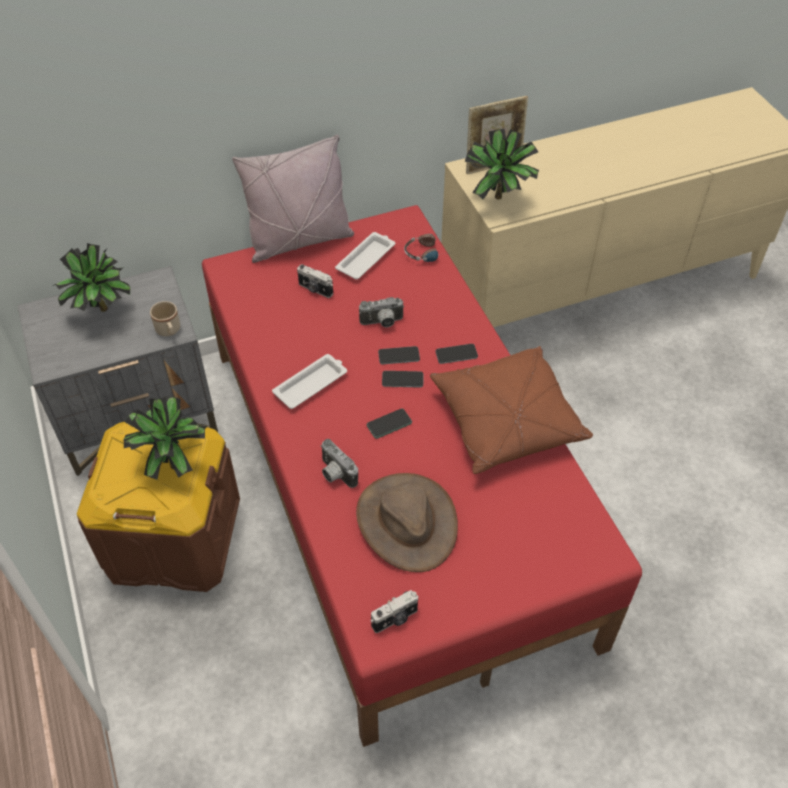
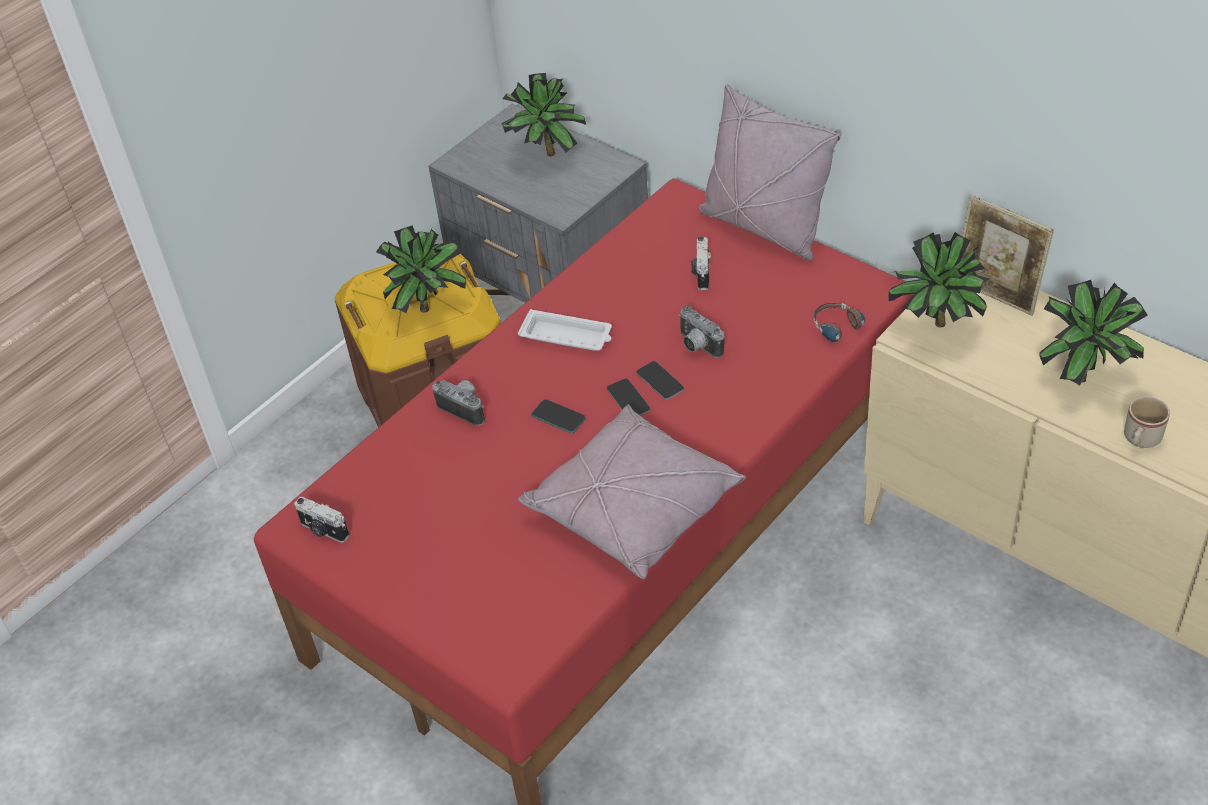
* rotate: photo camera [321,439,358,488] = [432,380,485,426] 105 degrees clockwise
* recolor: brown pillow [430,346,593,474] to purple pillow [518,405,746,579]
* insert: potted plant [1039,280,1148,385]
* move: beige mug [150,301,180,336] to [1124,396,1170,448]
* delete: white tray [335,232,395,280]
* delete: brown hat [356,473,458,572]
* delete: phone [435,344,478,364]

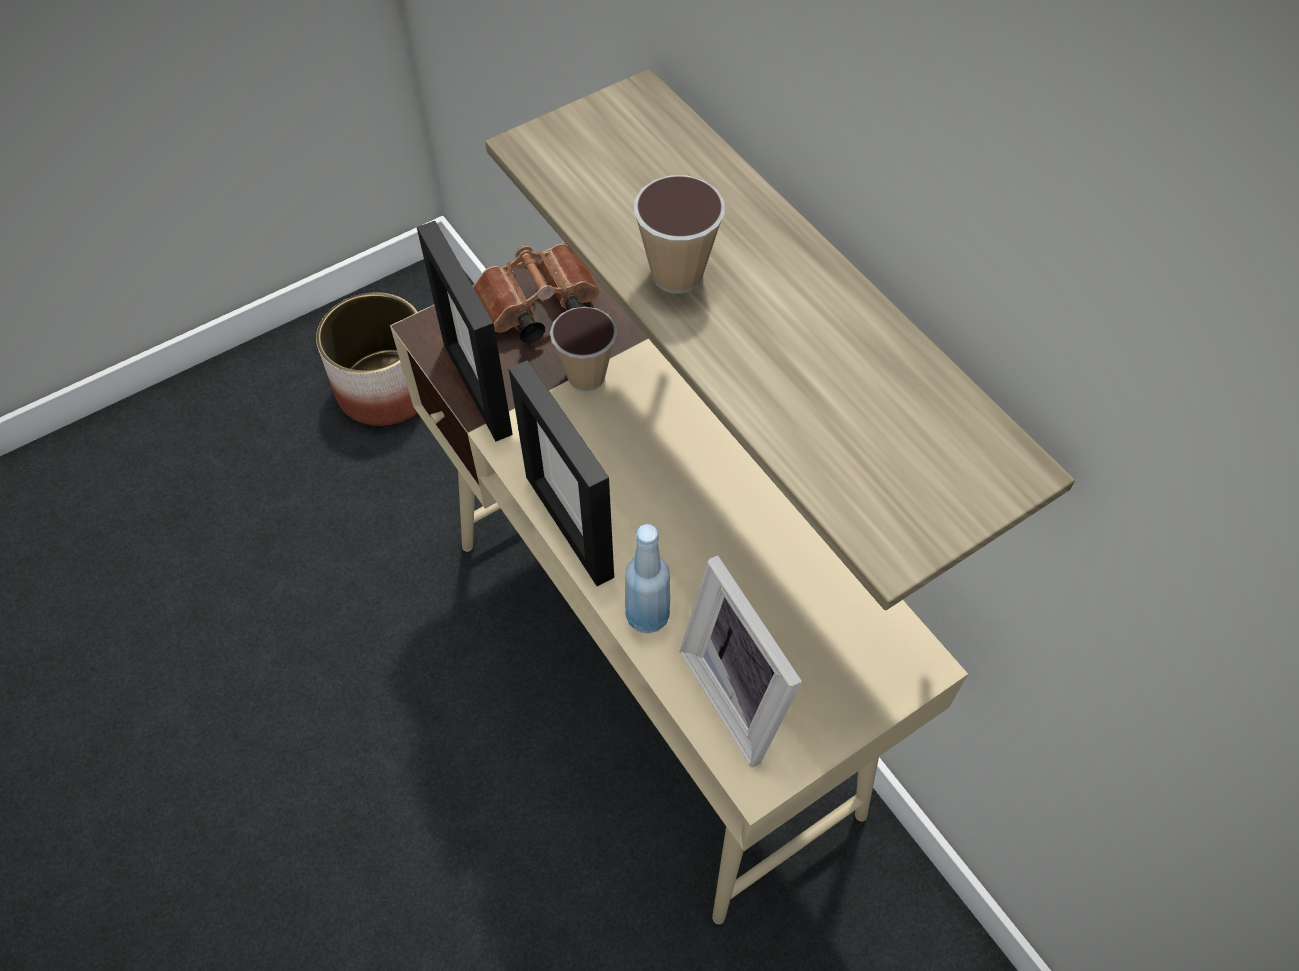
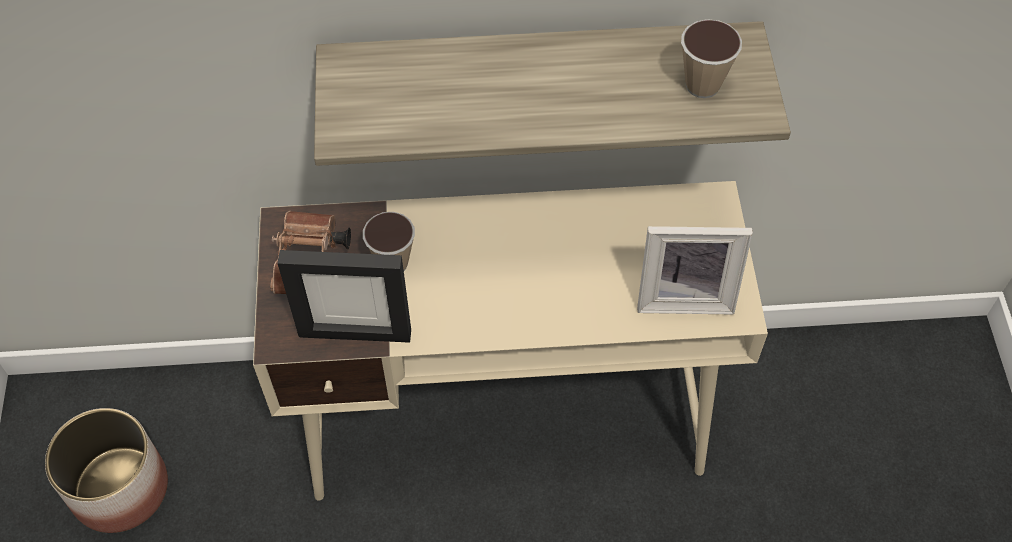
* move: cup [634,175,725,294] to [681,19,742,98]
* delete: picture frame [509,360,614,586]
* delete: blue bottle [625,524,670,634]

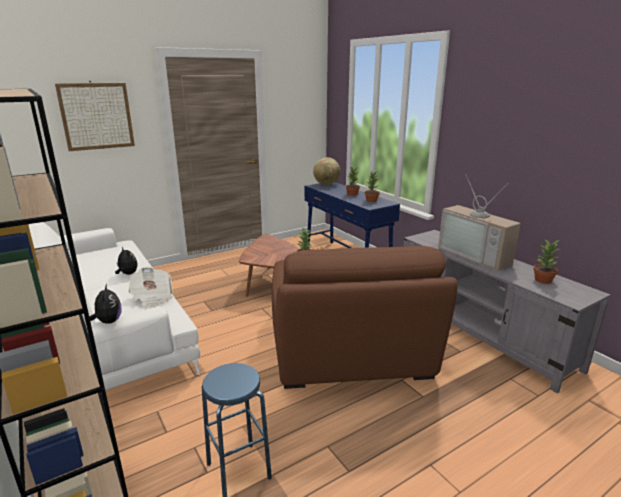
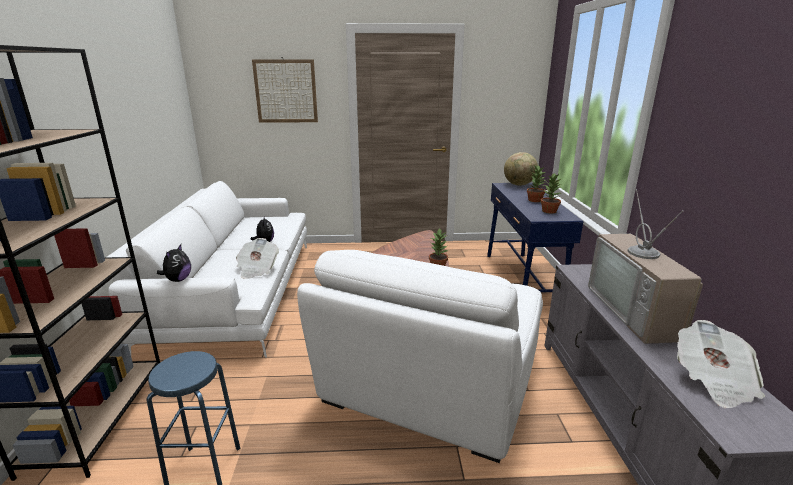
* recolor: brown armchair [272,246,458,389] to white armchair [297,250,543,463]
* replace: potted plant [533,240,559,284] to newspaper [677,320,765,408]

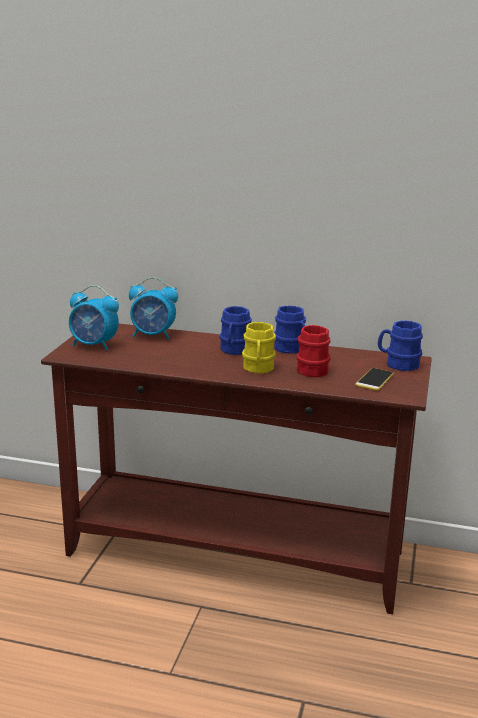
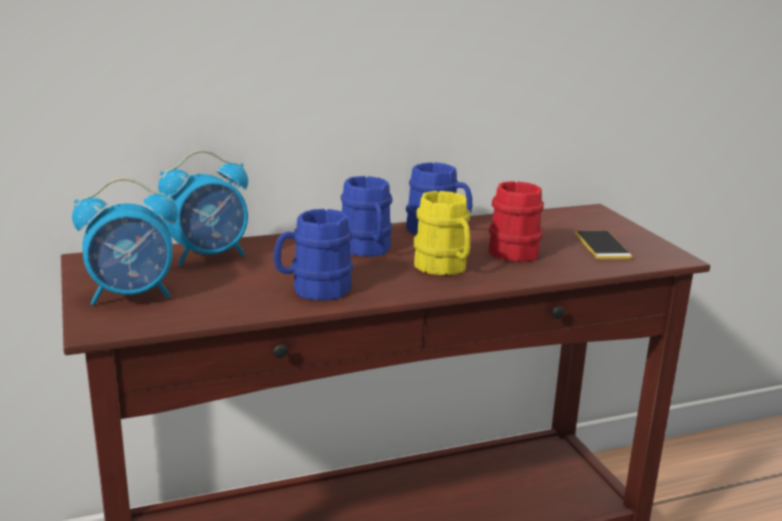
* move: blue mug [378,320,423,371] to [273,209,353,301]

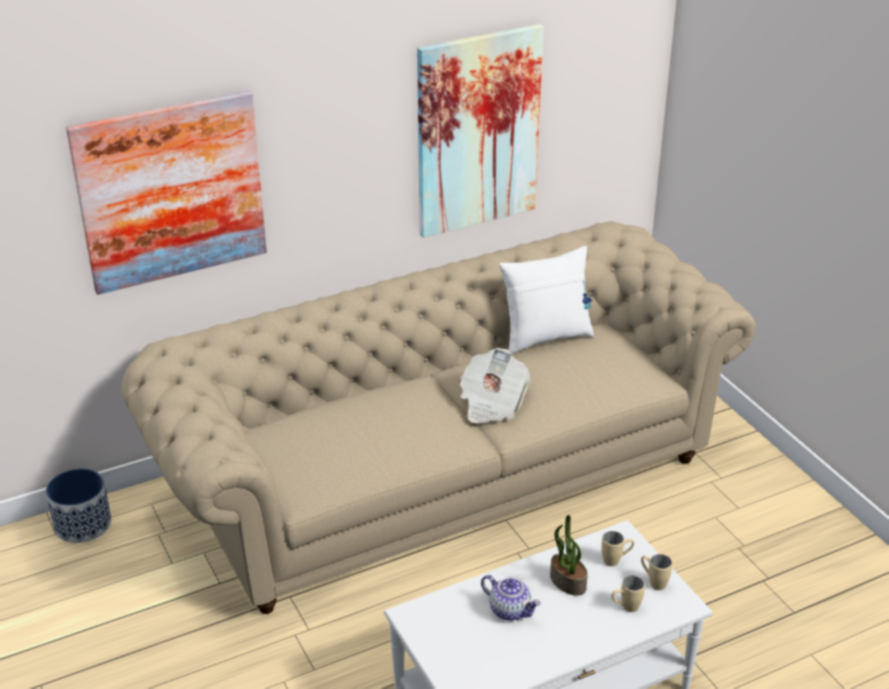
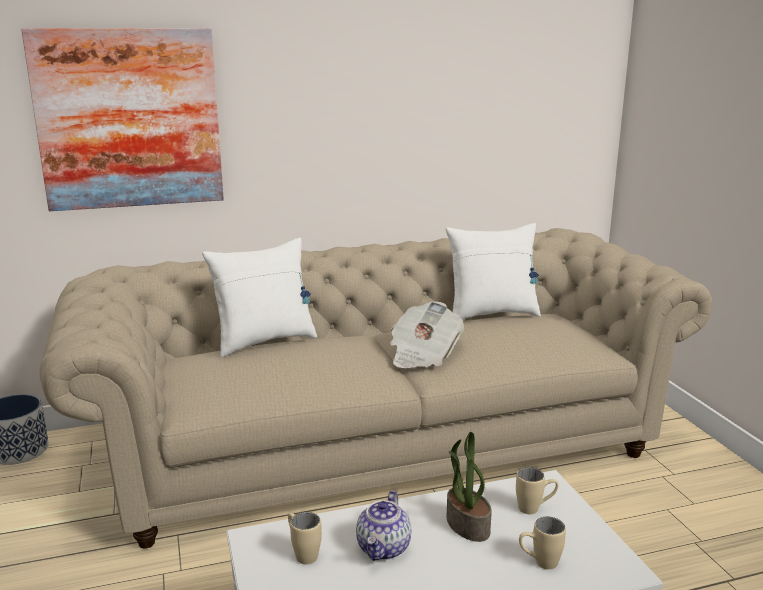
* insert: white pillow [202,238,317,357]
* move: beige mug [641,554,672,590] to [288,512,322,564]
* rotate: teapot [481,575,541,621] = [356,491,411,561] 60 degrees clockwise
* delete: picture [417,24,544,238]

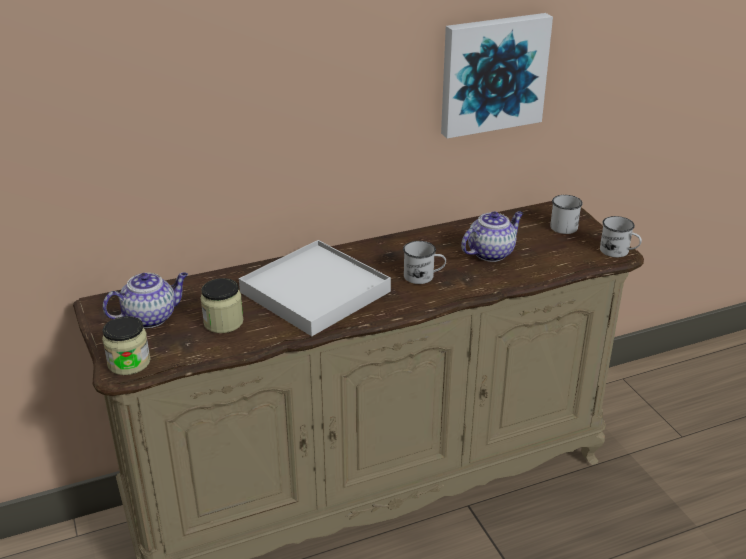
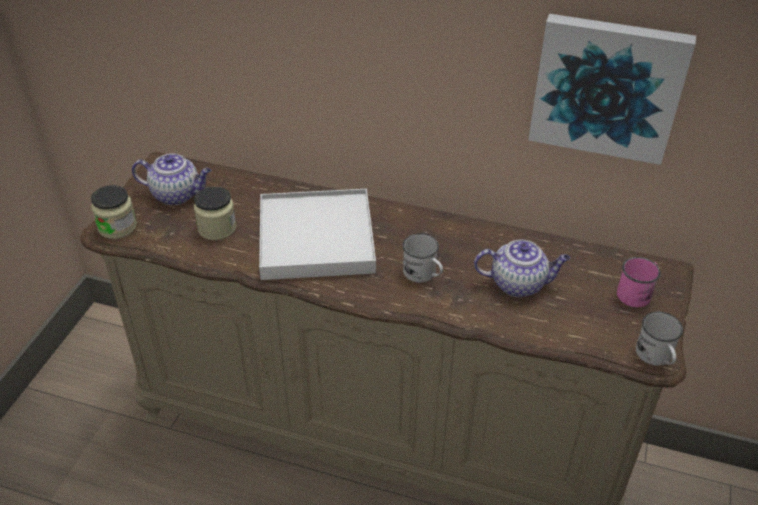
* recolor: white mug [550,195,583,234] to pink mug [617,257,661,307]

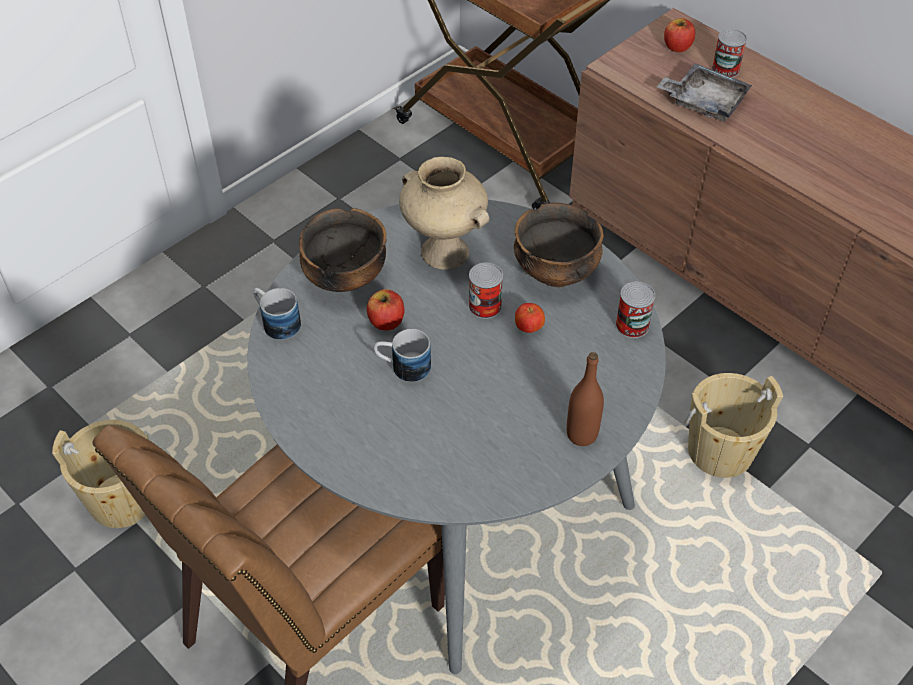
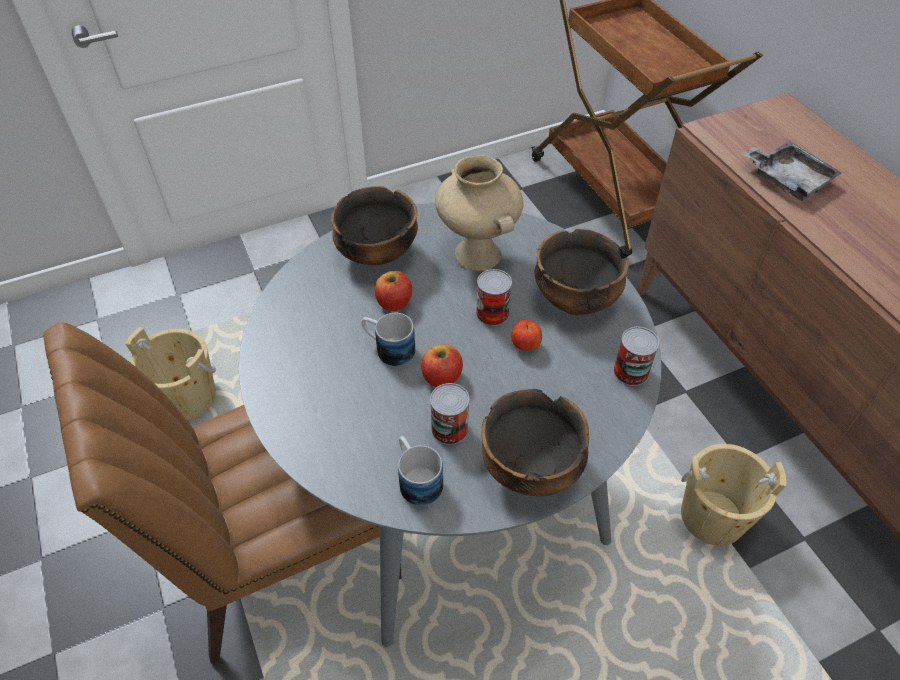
* move: mug [253,288,301,340] to [398,436,443,506]
* move: apple [664,18,695,52] to [421,344,463,387]
* move: can [712,29,747,78] to [430,383,470,445]
* replace: brown bottle [567,352,604,446] to bowl [482,389,589,496]

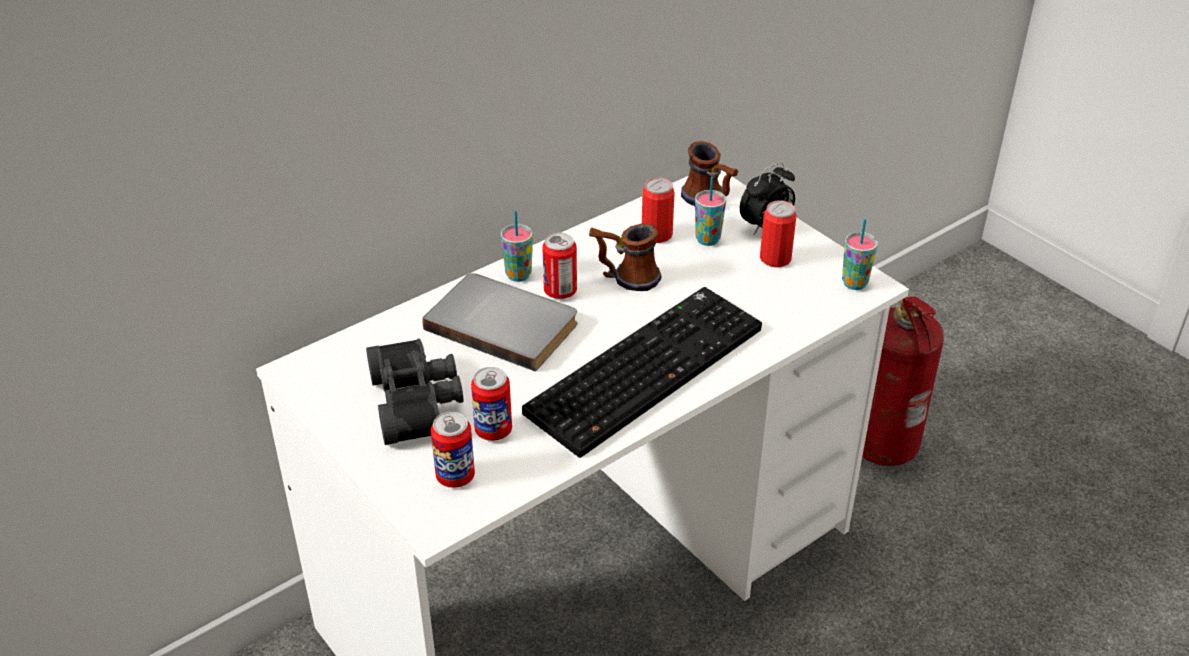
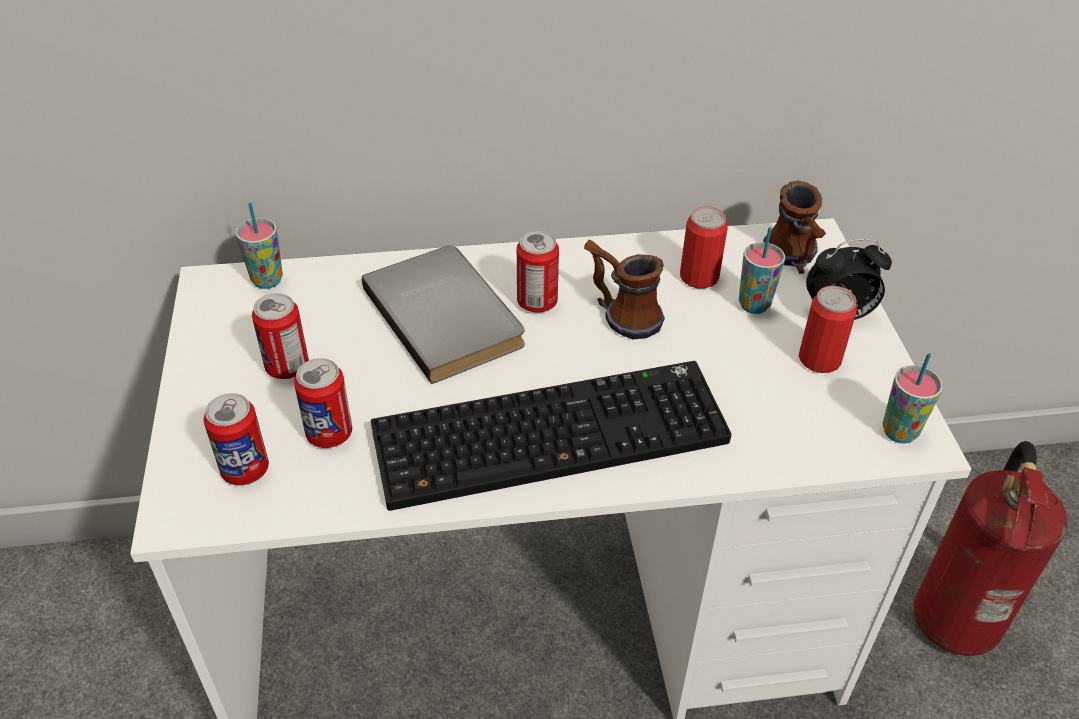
* move: cup [500,211,533,282] to [236,202,283,289]
* replace: black binoculars [366,339,463,445] to can [252,293,309,379]

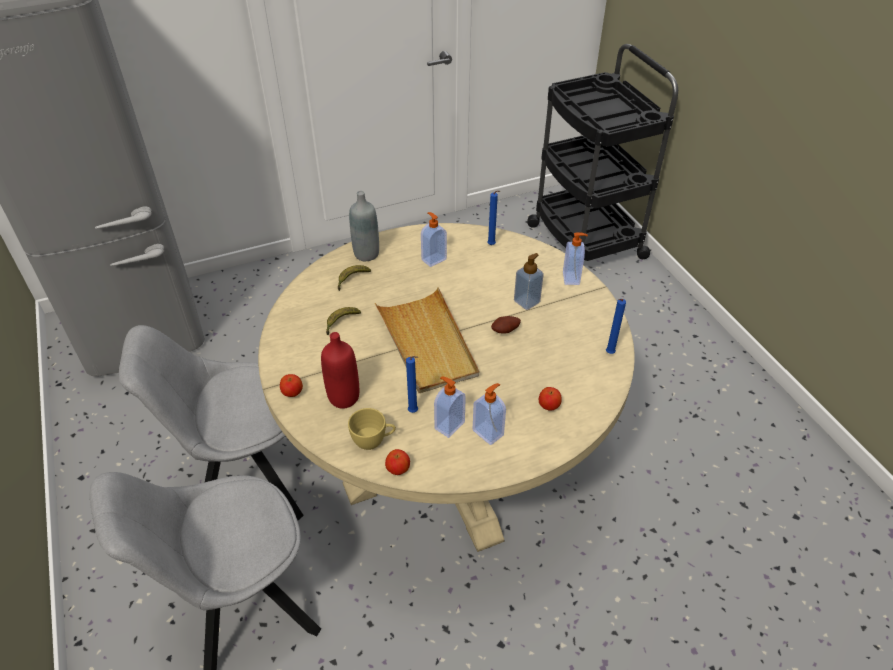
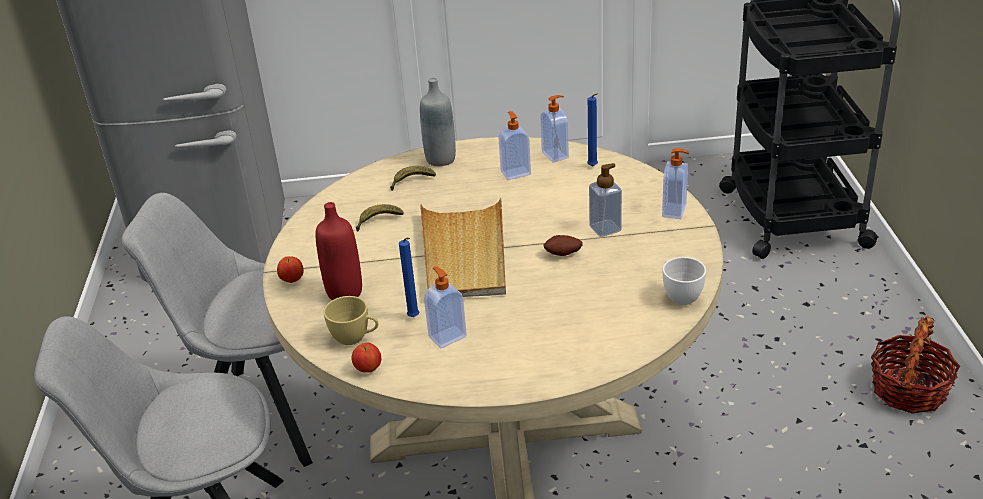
* move: soap dispenser [473,383,506,445] to [540,95,569,163]
* replace: blue candle [606,299,626,354] to white cup [663,257,706,305]
* insert: basket [871,316,960,414]
* delete: apple [539,387,562,411]

